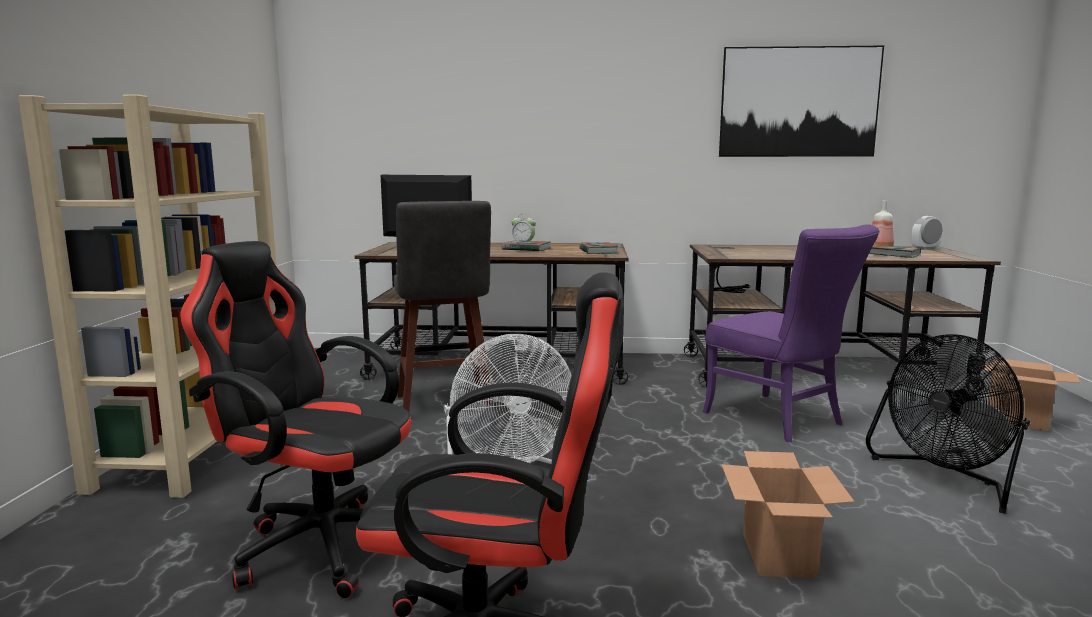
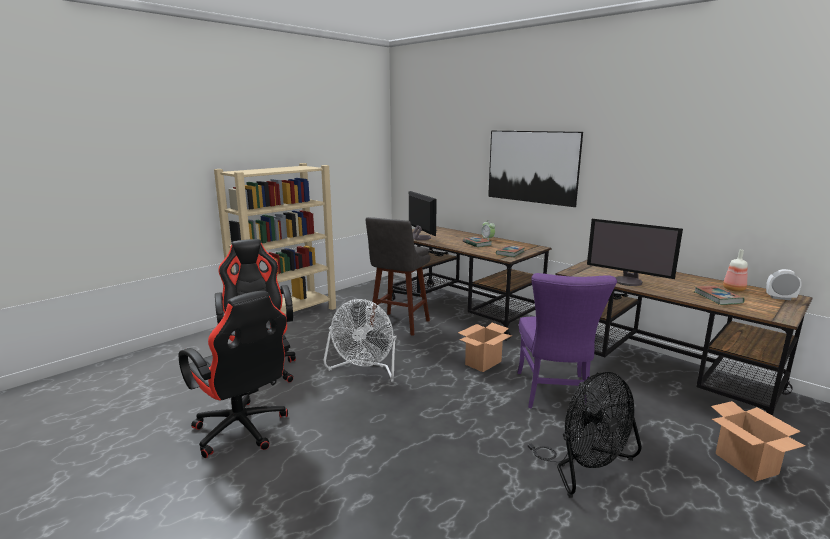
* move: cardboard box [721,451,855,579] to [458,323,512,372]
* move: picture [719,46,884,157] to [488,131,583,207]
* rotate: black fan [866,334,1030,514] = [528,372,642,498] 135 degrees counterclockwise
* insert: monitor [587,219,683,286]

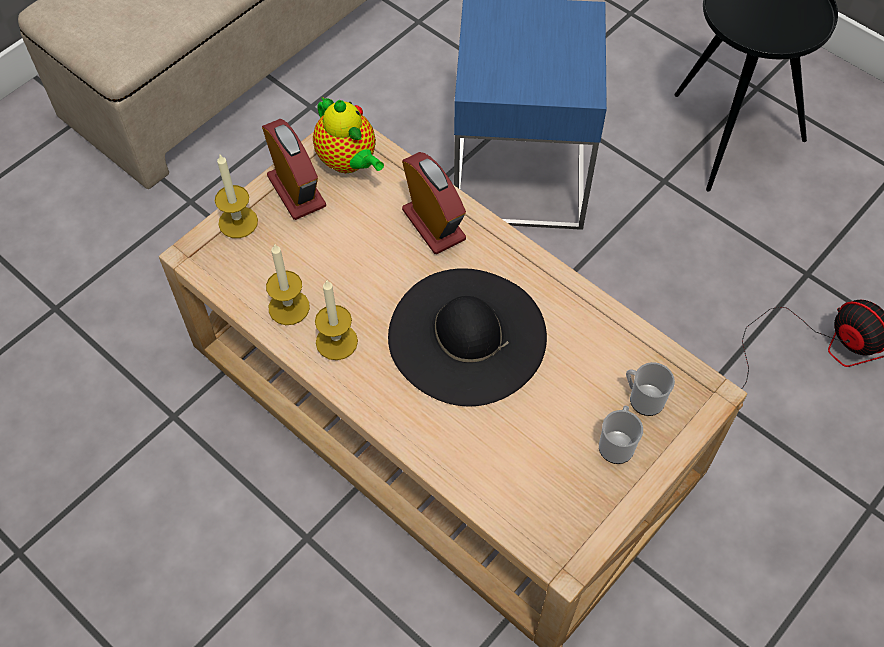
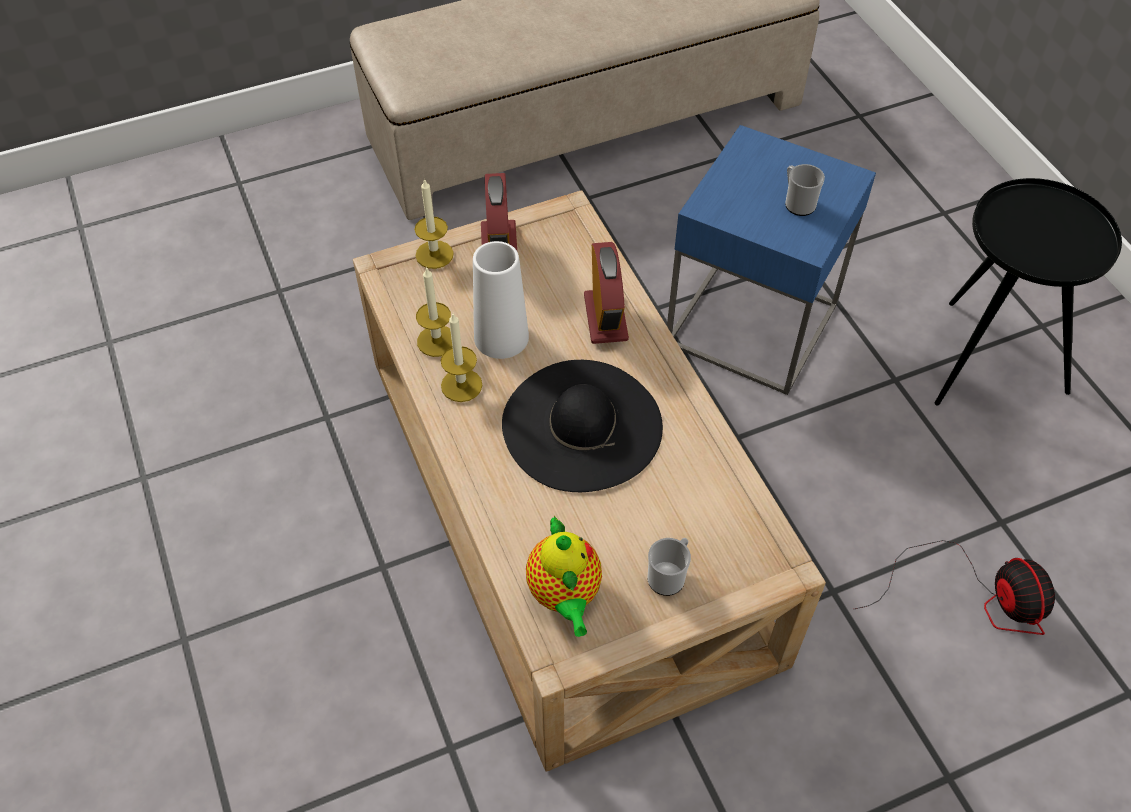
* insert: white vase [473,241,529,359]
* move: teapot [313,96,384,173] to [526,516,602,637]
* move: mug [626,362,675,416] to [785,164,825,216]

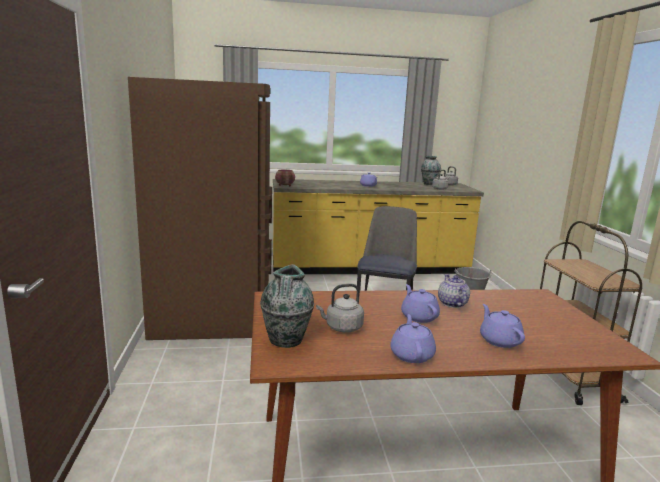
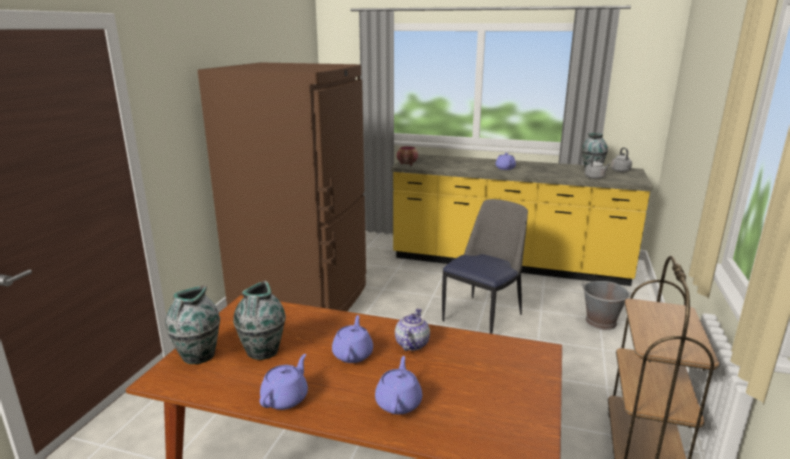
* replace: grey kettle [316,284,364,332] to vase [233,281,286,360]

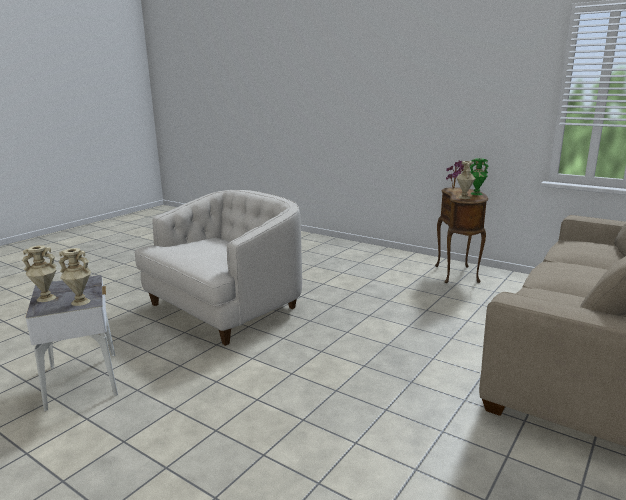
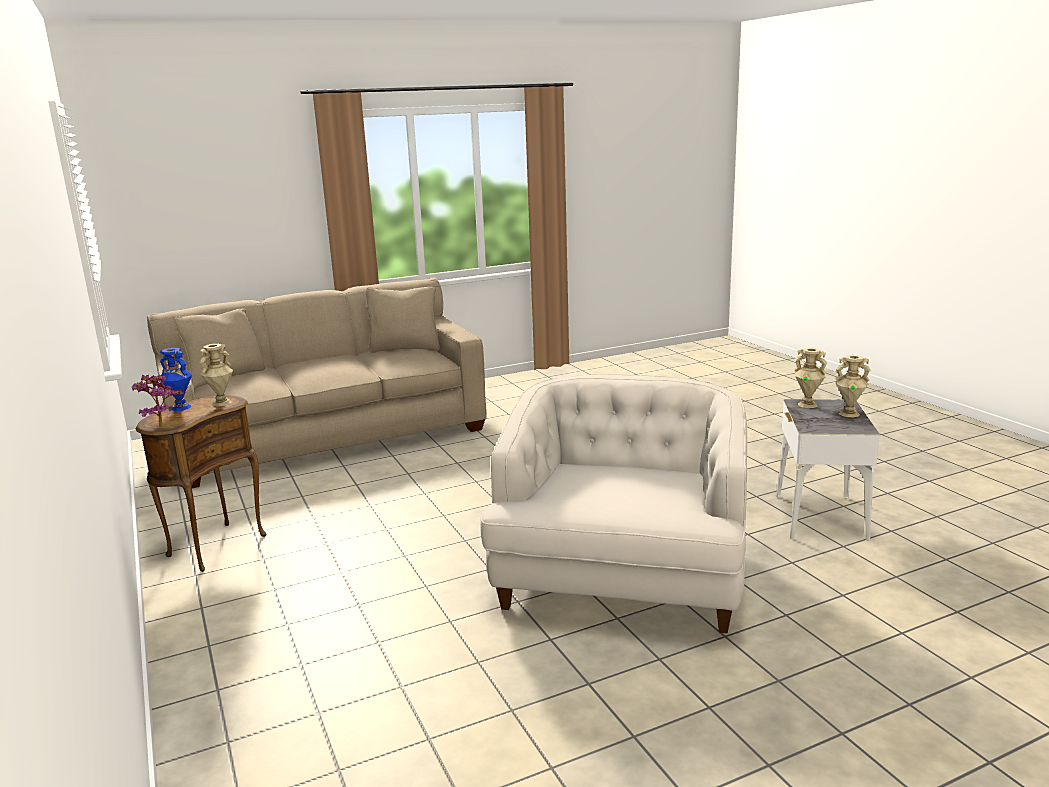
* recolor: green vase [470,158,489,195] to blue vase [160,348,192,411]
* rotate: white armchair [134,190,302,346] = [480,374,747,633] 120 degrees clockwise

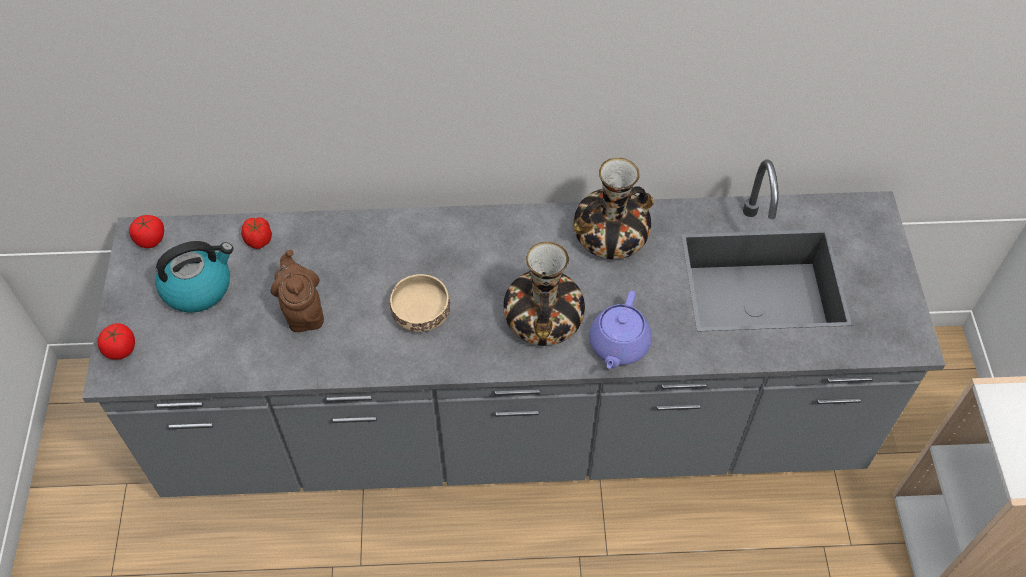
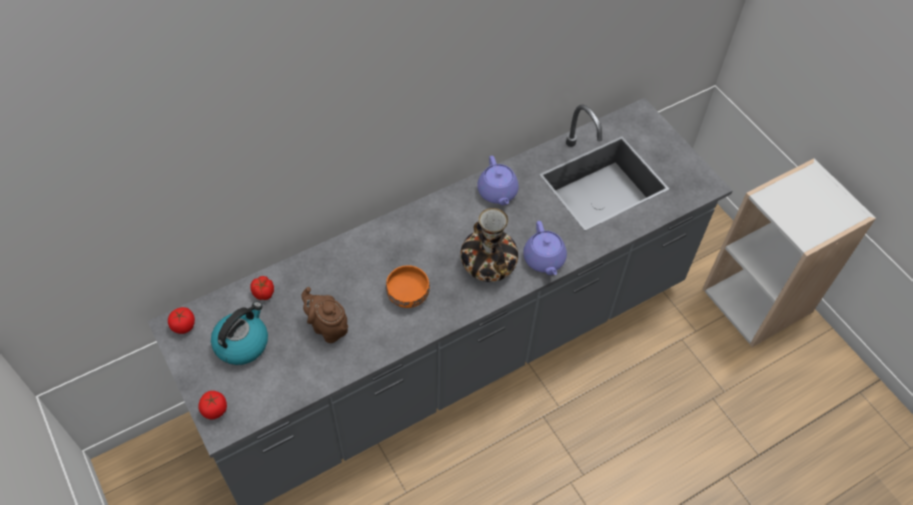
* recolor: beige bowl [390,274,450,332] to orange bowl [386,265,430,308]
* replace: vase [573,158,653,259] to purple teapot [477,156,519,205]

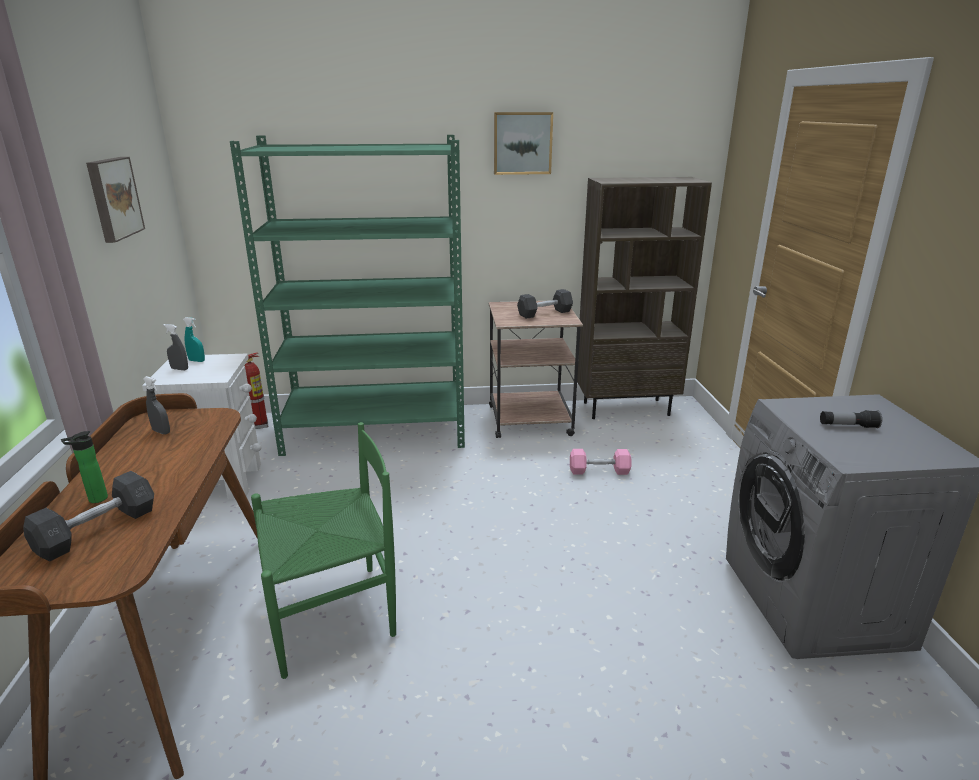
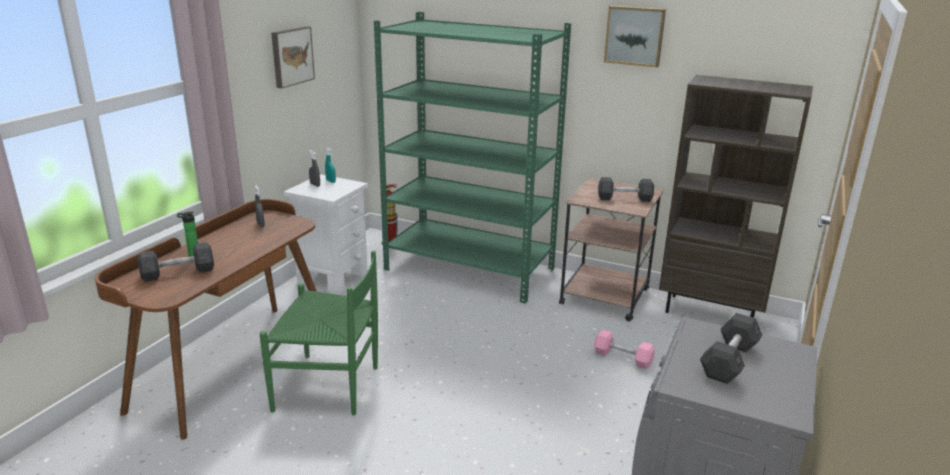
* replace: flashlight [820,410,882,428] to grey dumbbell [700,313,762,384]

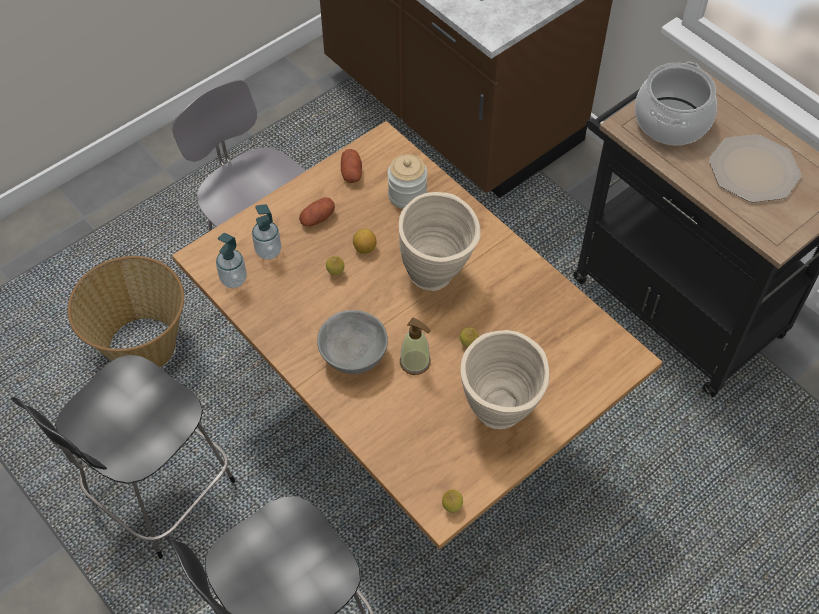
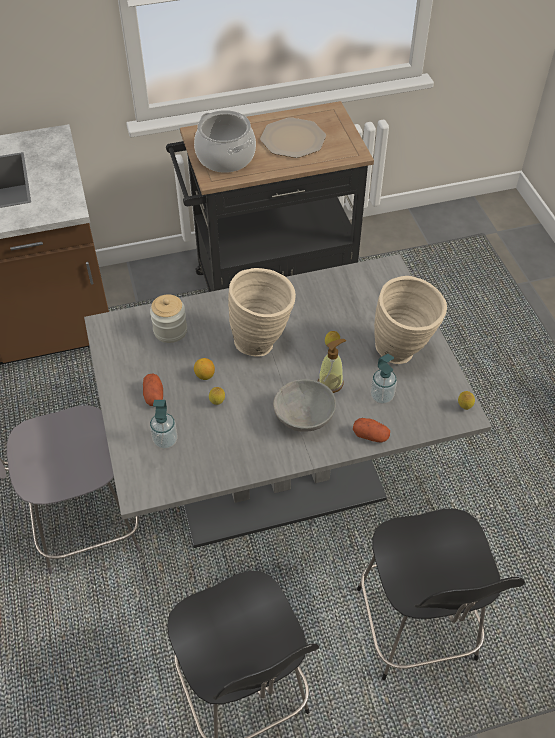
* recolor: brown dining table [172,121,662,549] to grey dining table [84,254,492,548]
* move: potato [341,149,362,183] to [353,418,390,443]
* move: soap dispenser [216,233,247,288] to [370,354,397,404]
* delete: basket [67,256,184,368]

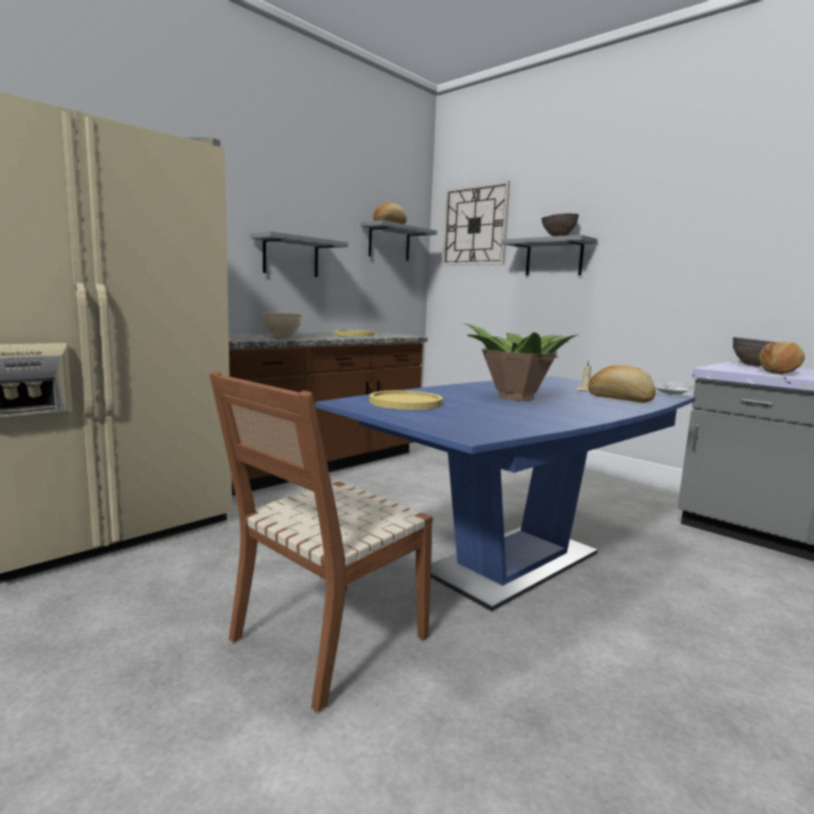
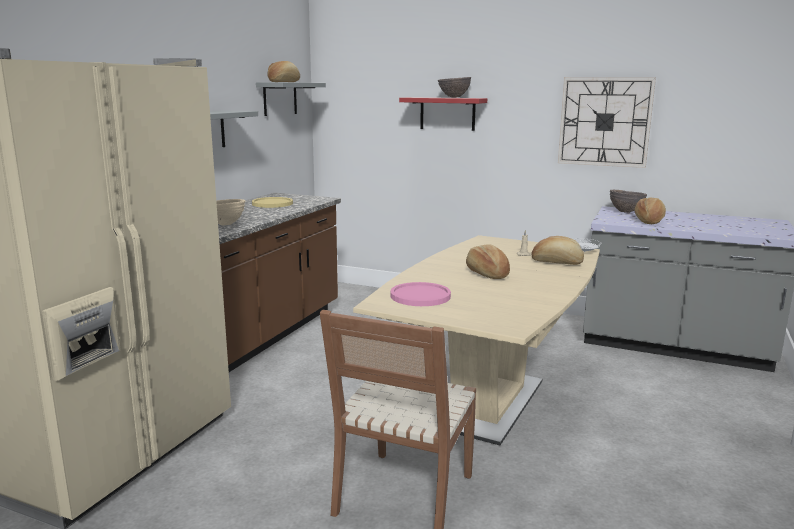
* recolor: blue dining table [316,376,696,611] to beige dining table [353,235,600,445]
* recolor: yellow plate [369,390,442,410] to pink plate [390,282,451,306]
* recolor: grey shelf [501,235,597,275] to red shelf [399,97,487,131]
* replace: potted plant [463,323,579,401] to bread [466,245,510,279]
* move: wall clock [442,181,510,265] to [558,77,656,168]

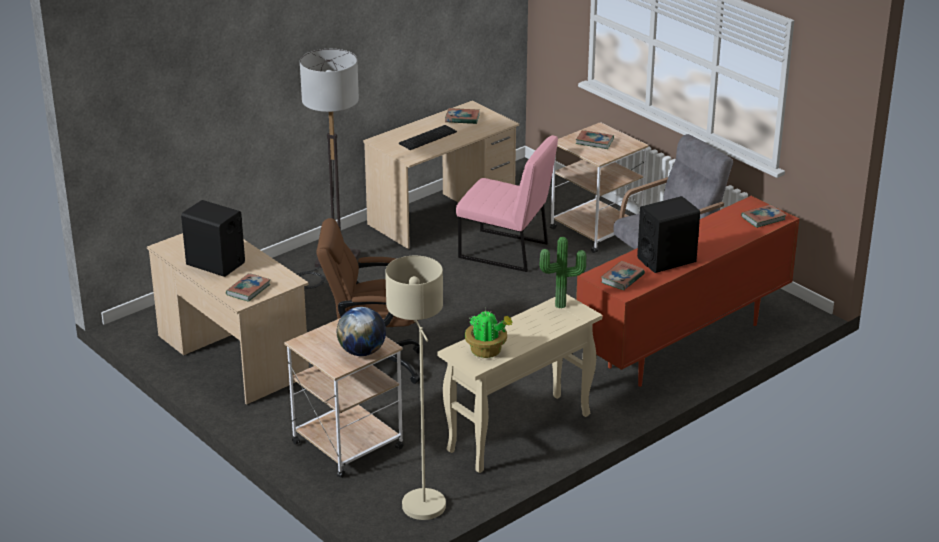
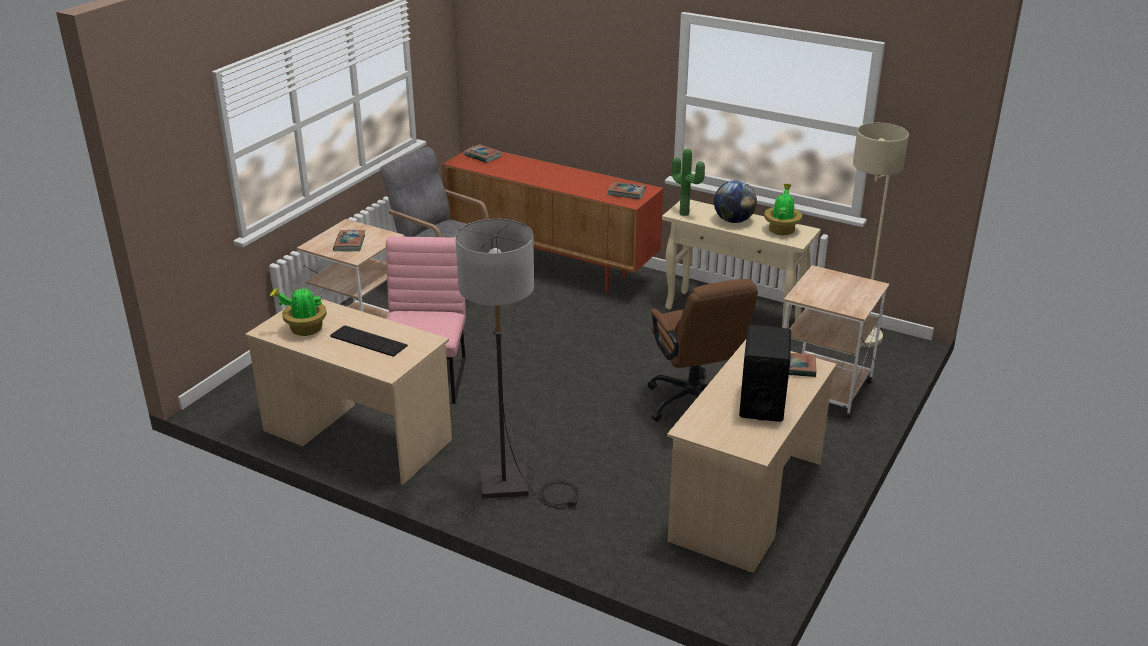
* replace: book [445,108,480,124] to potted plant [270,287,327,336]
* move: globe [337,307,386,356] to [714,180,757,223]
* delete: black speaker [637,196,700,273]

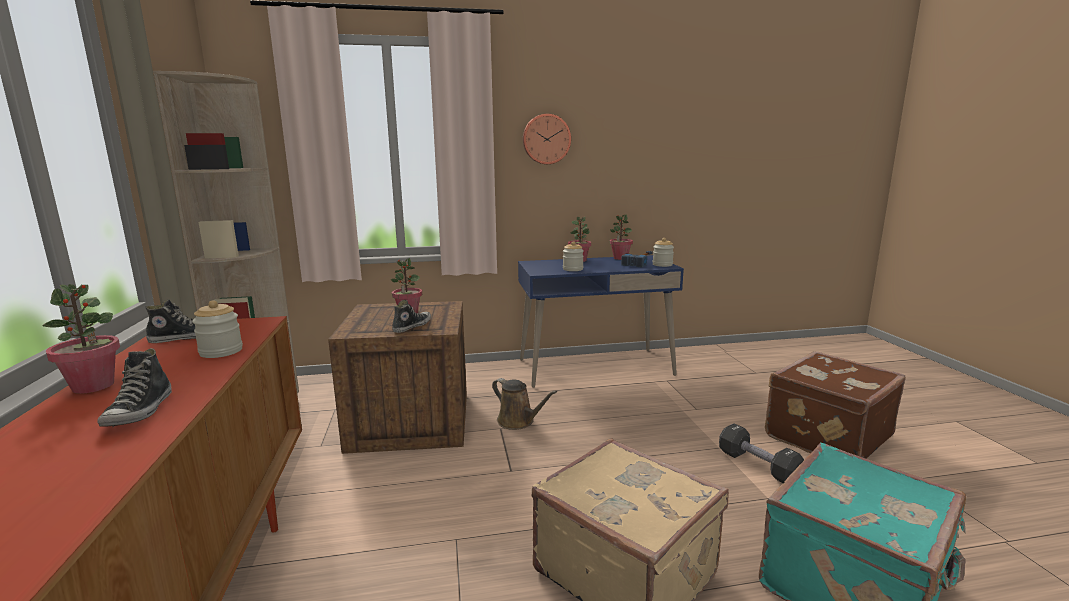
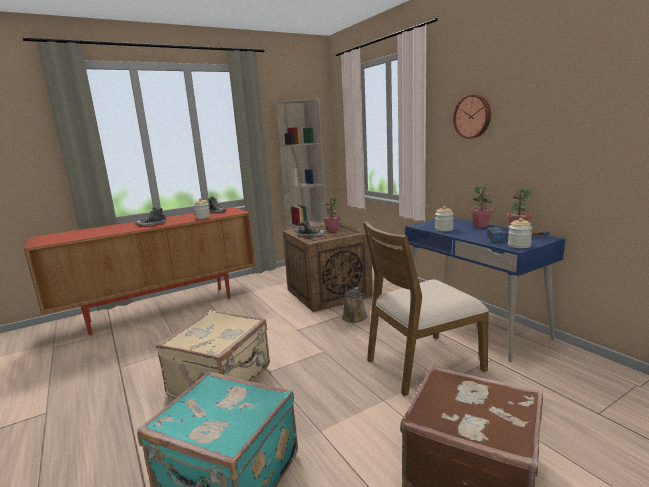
* insert: brown chair [363,221,489,396]
* delete: potted plant [43,284,120,394]
* delete: black dumbbell [719,423,804,483]

